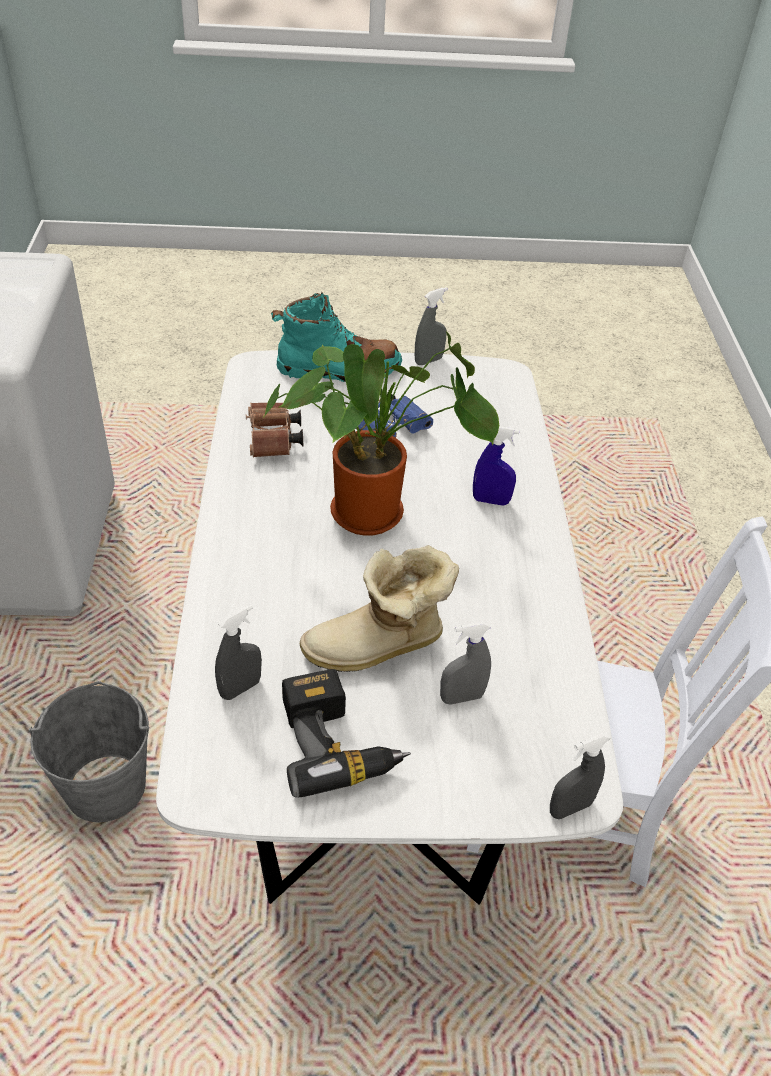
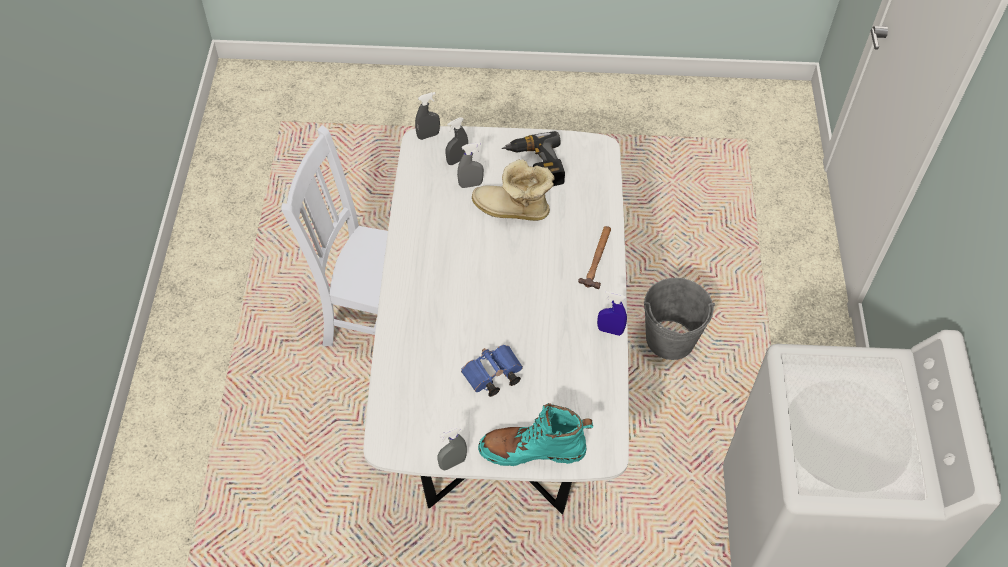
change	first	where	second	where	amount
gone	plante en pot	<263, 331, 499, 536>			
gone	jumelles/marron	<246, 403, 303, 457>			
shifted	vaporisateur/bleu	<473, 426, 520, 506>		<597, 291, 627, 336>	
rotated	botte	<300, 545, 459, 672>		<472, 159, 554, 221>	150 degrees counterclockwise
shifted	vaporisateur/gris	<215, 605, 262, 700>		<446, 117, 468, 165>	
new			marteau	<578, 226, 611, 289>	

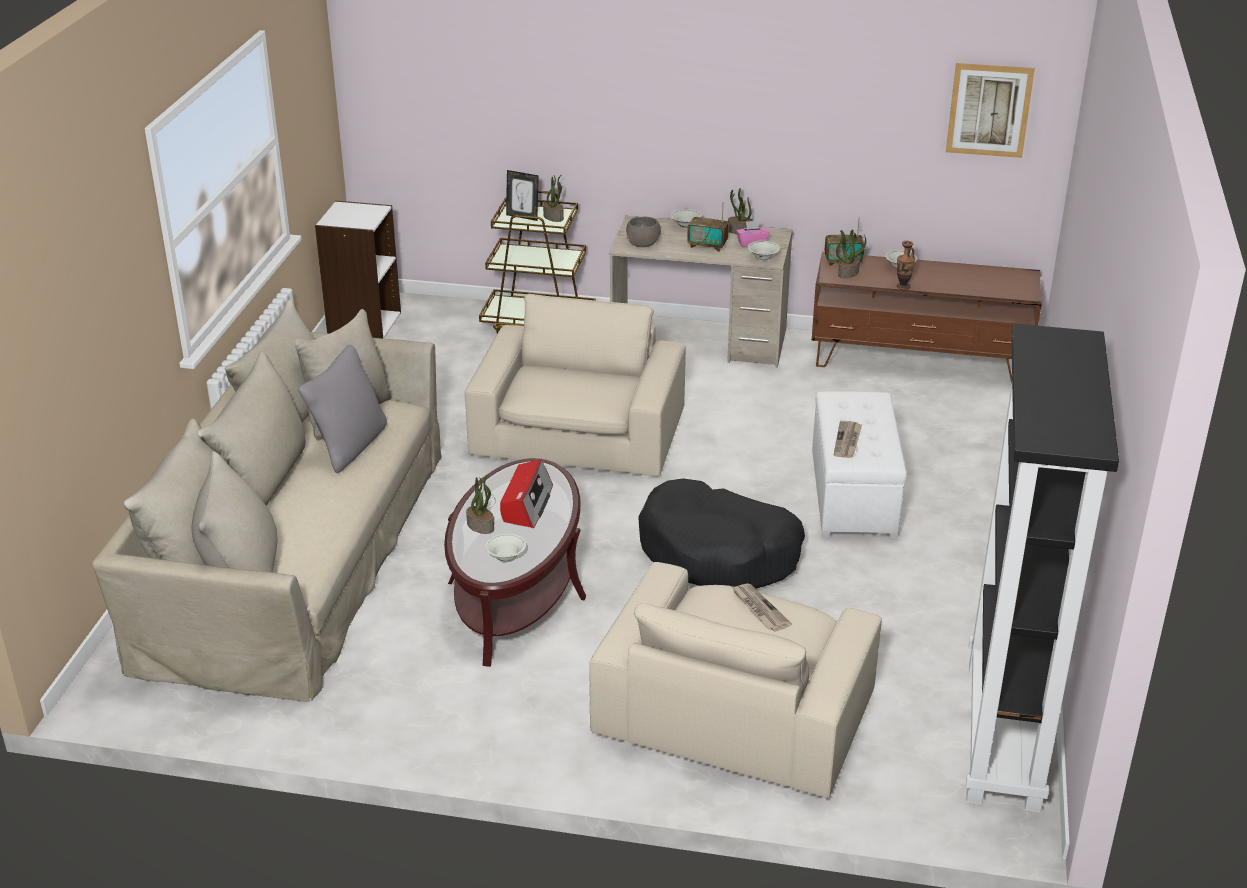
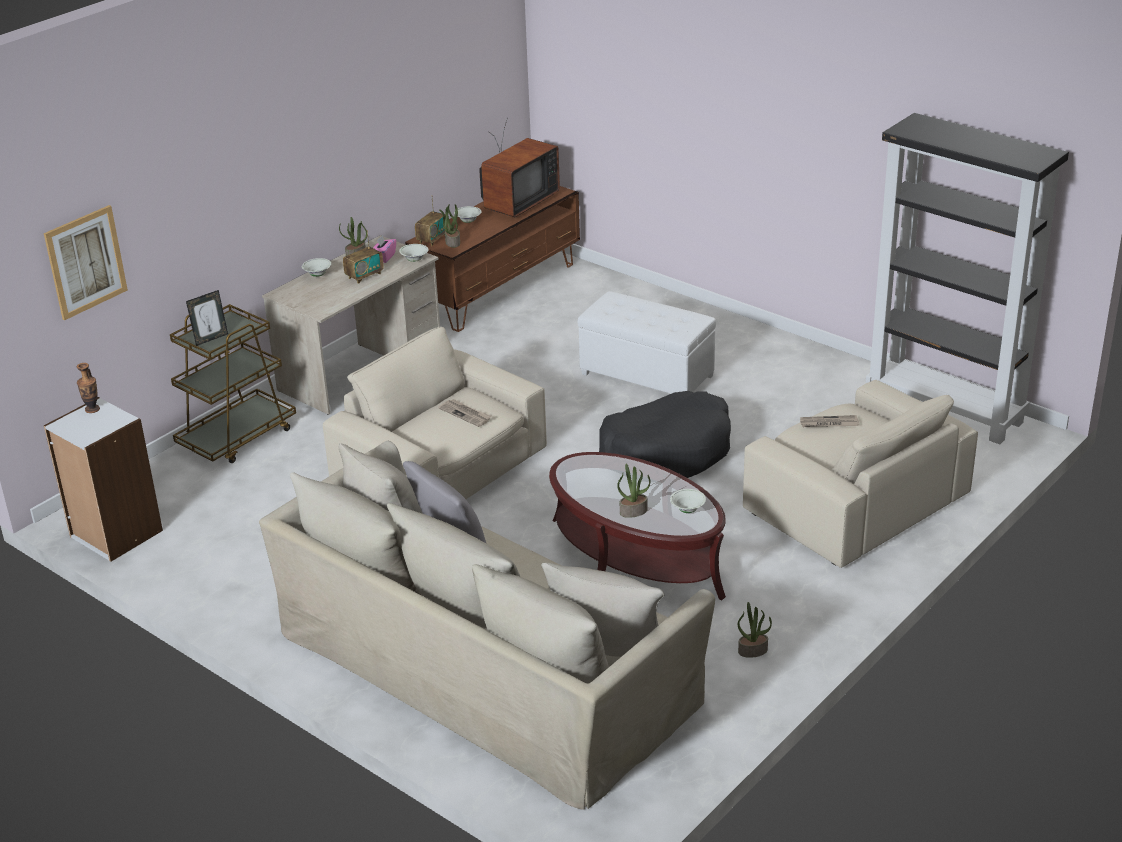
change	first	where	second	where	amount
shifted	tableau	<946, 63, 1035, 158>		<44, 205, 128, 320>	
shifted	plante en pot	<543, 174, 564, 222>		<738, 602, 772, 658>	
gone	bol/gris	<626, 217, 661, 247>			
shifted	vase	<897, 241, 915, 290>		<77, 363, 100, 413>	
shifted	journal	<834, 421, 862, 458>		<438, 399, 491, 427>	
gone	radio	<500, 459, 553, 528>			
new			téléviseur	<479, 117, 560, 217>	

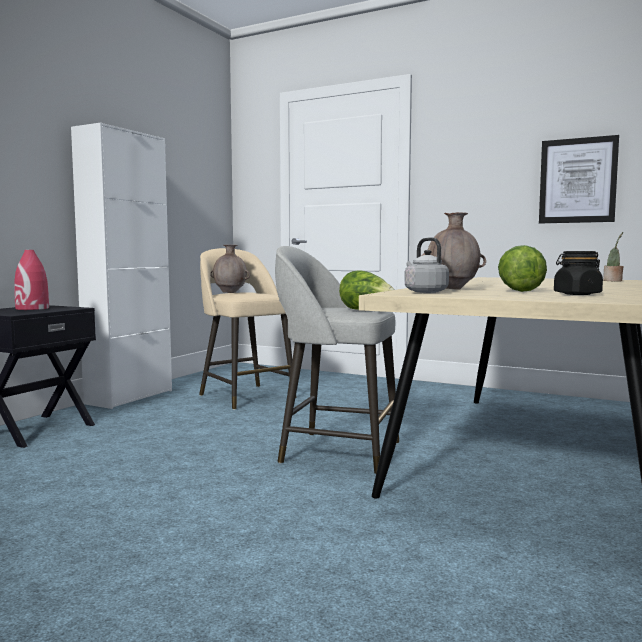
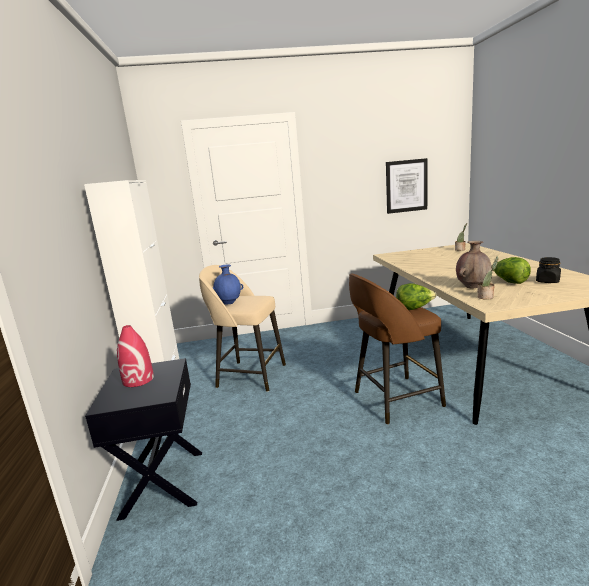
change	first	where	second	where	amount
swapped	bouilloire/gris	<405, 237, 449, 293>	plante en pot	<477, 256, 498, 299>	
repainted	vase/marron	<211, 245, 250, 293>	vase/bleu	<213, 265, 243, 305>	
repainted	tabouret/gris	<275, 246, 399, 474>	tabouret/marron	<349, 274, 446, 424>	

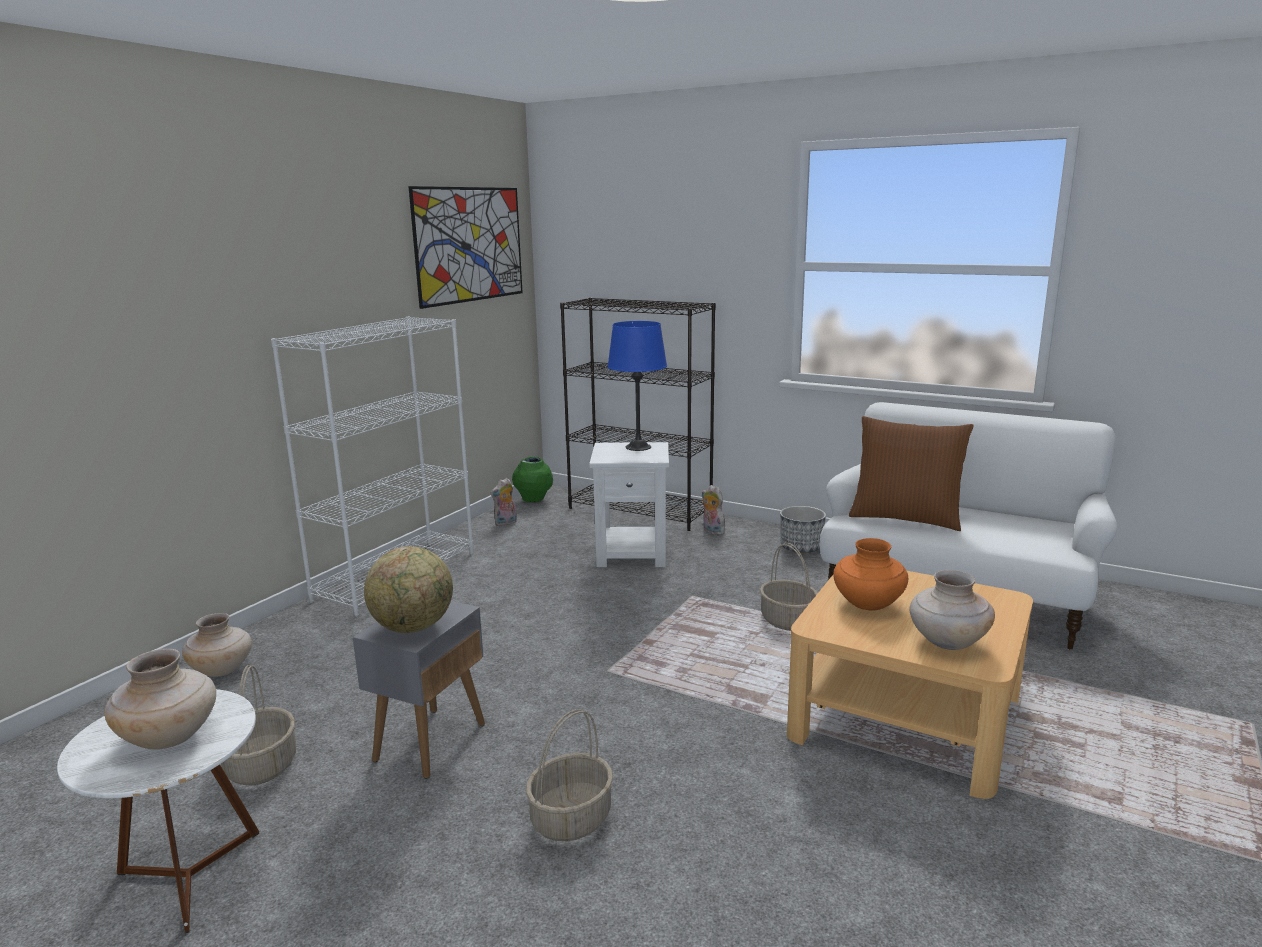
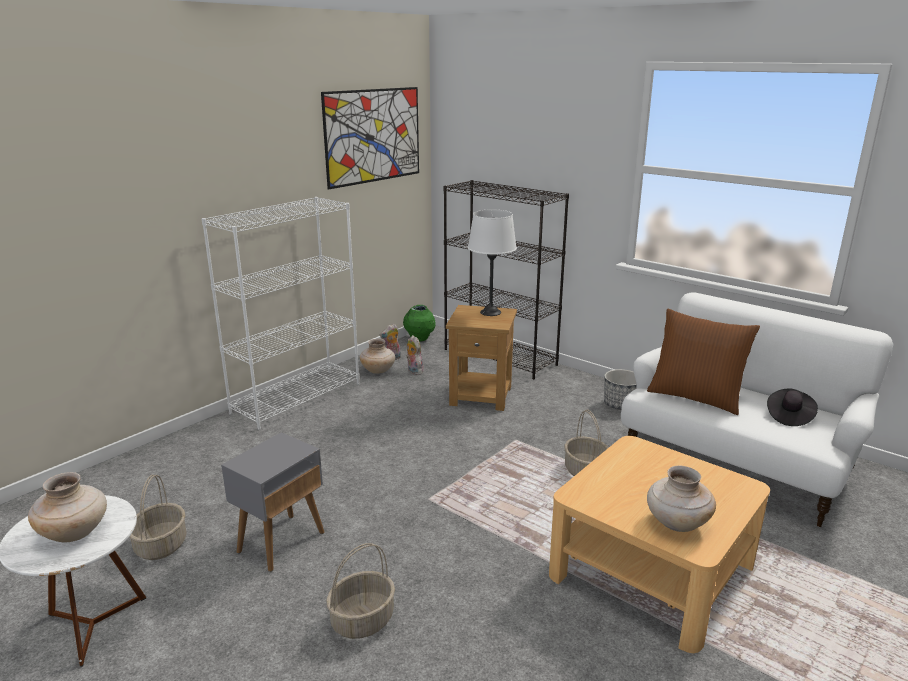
change	first	where	second	where	amount
repainted	lampe de table/bleu	<607, 321, 667, 451>	lampe de table/blanc	<468, 209, 517, 316>	
repainted	table d'appoint/blanc	<589, 442, 669, 567>	table d'appoint/marron	<446, 305, 517, 411>	
shifted	peluche	<702, 485, 725, 535>		<406, 335, 424, 375>	
gone	vase/orange	<833, 538, 908, 610>			
gone	globe	<364, 546, 453, 633>			
shifted	vase/beige	<182, 613, 252, 677>		<360, 339, 395, 374>	
new			chapeau/noir	<767, 389, 818, 426>	

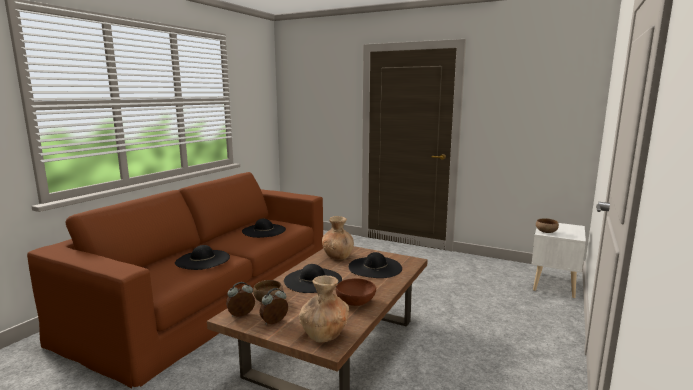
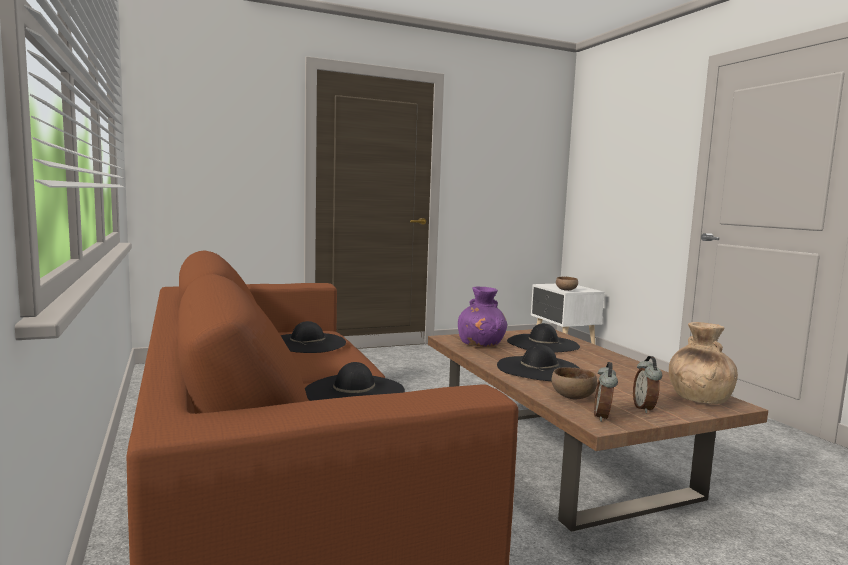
change	first	where	second	where	amount
repainted	vase/marron	<322, 216, 354, 260>	vase/violet	<458, 287, 507, 347>	
gone	bol/marron	<336, 278, 376, 306>			

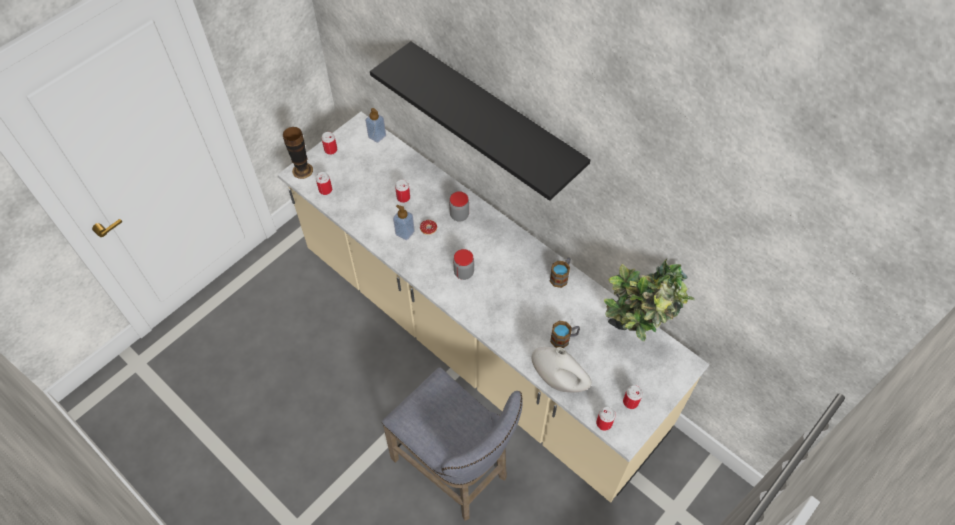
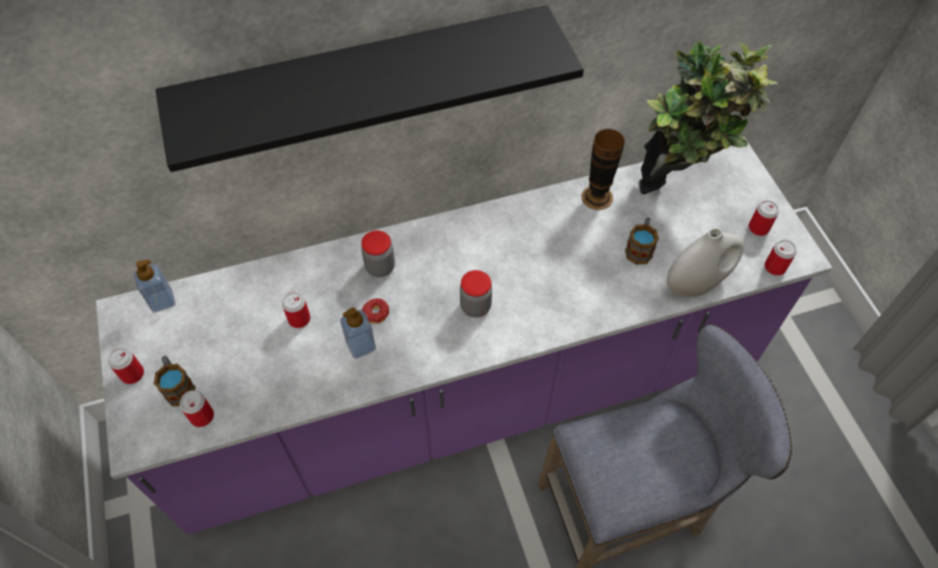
change	first	where	second	where	amount
repainted	comptoir de cuisine/beige	<277, 112, 709, 503>	comptoir de cuisine/violet	<96, 137, 832, 535>	
shifted	vase	<283, 127, 313, 179>		<581, 129, 625, 210>	
shifted	mug	<550, 257, 571, 288>		<154, 356, 196, 406>	

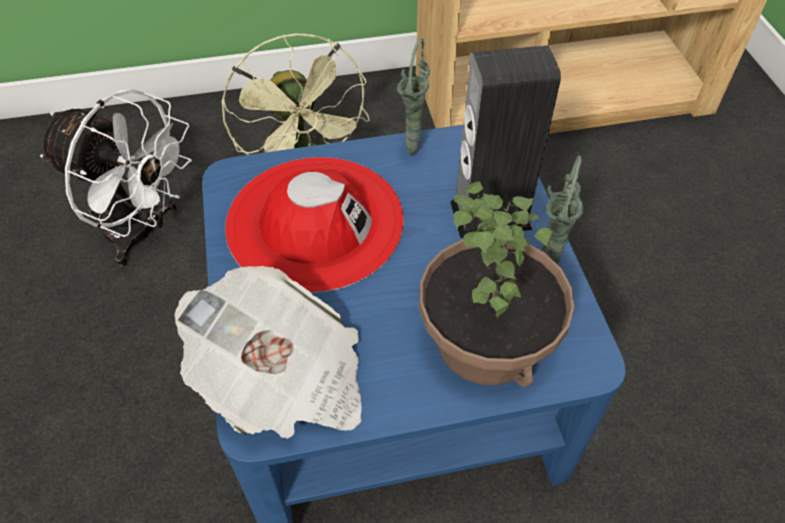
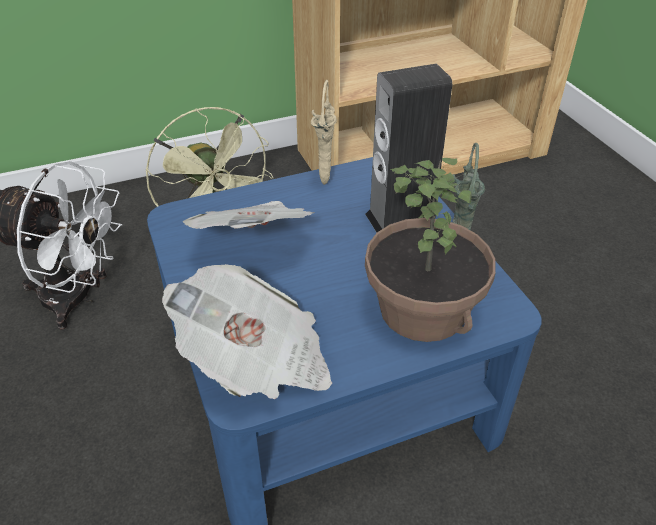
change	first	where	second	where	amount
repainted	vase/vert	<397, 38, 430, 155>	vase/beige	<311, 80, 337, 185>	
swapped	chapeau/rouge	<225, 157, 404, 293>	journal	<183, 201, 314, 229>	

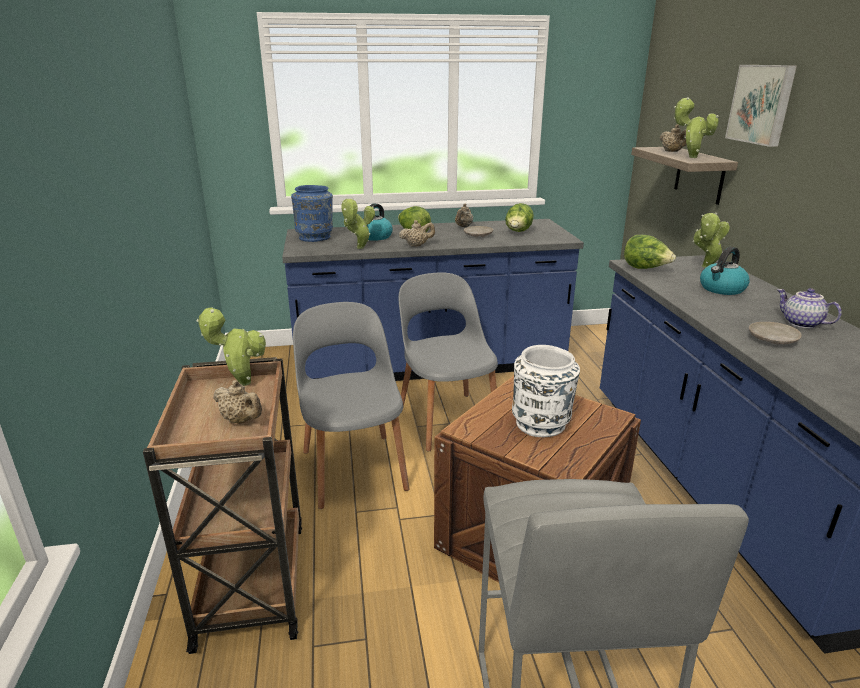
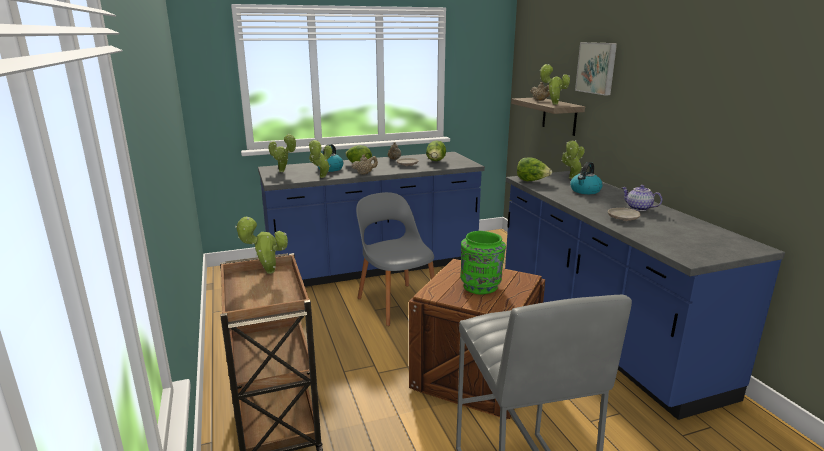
change	first	where	second	where	amount
swapped	vase/bleu	<291, 185, 333, 242>	plante en pot	<269, 133, 297, 172>	
gone	chaise/gris	<293, 302, 409, 509>			
repainted	vase/blanc	<512, 345, 580, 437>	vase/vert	<460, 231, 506, 294>	
gone	théière/beige	<213, 380, 262, 424>			

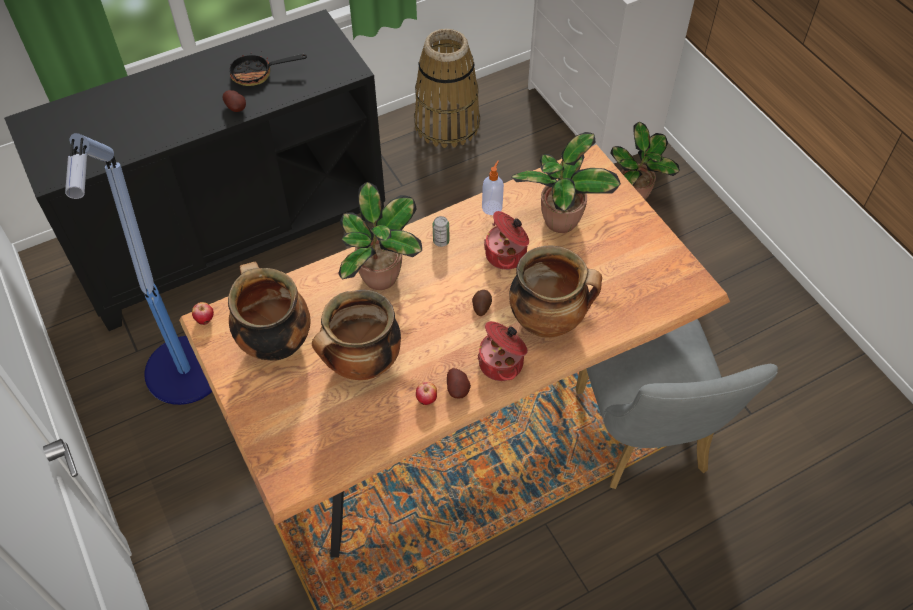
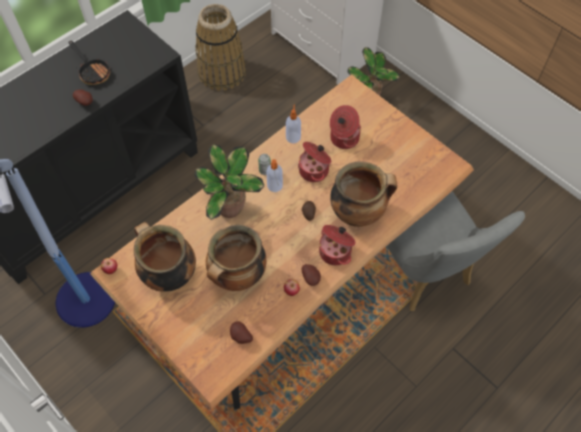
change	first	where	second	where	amount
rotated	poêle	<230, 47, 307, 86>		<68, 41, 110, 85>	105 degrees counterclockwise
swapped	plante en pot	<511, 132, 621, 233>	marmite	<330, 105, 361, 149>	
new			distributeur de savon	<266, 159, 283, 192>	
new			pomme de terre	<230, 322, 253, 344>	

